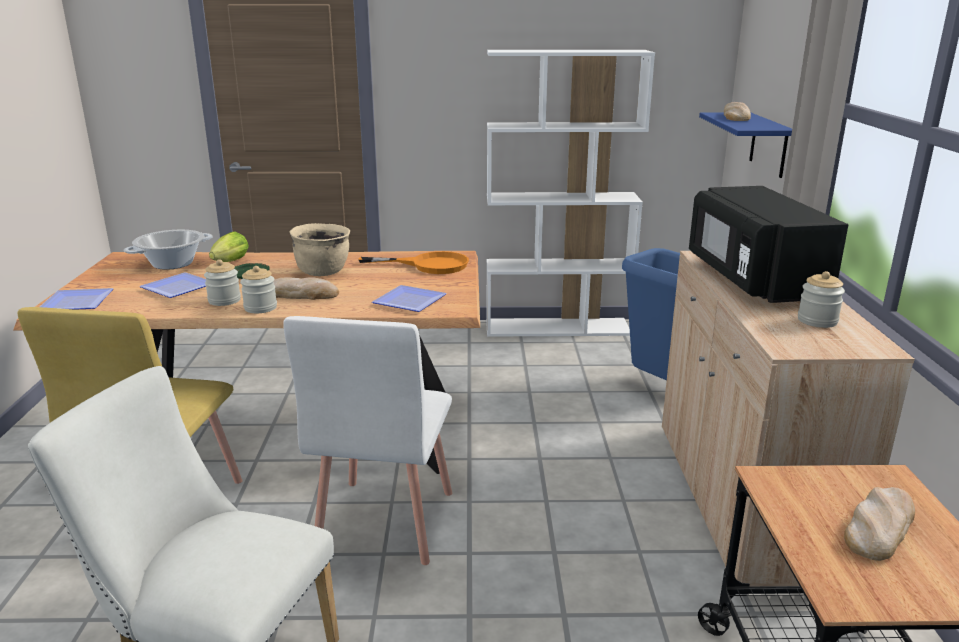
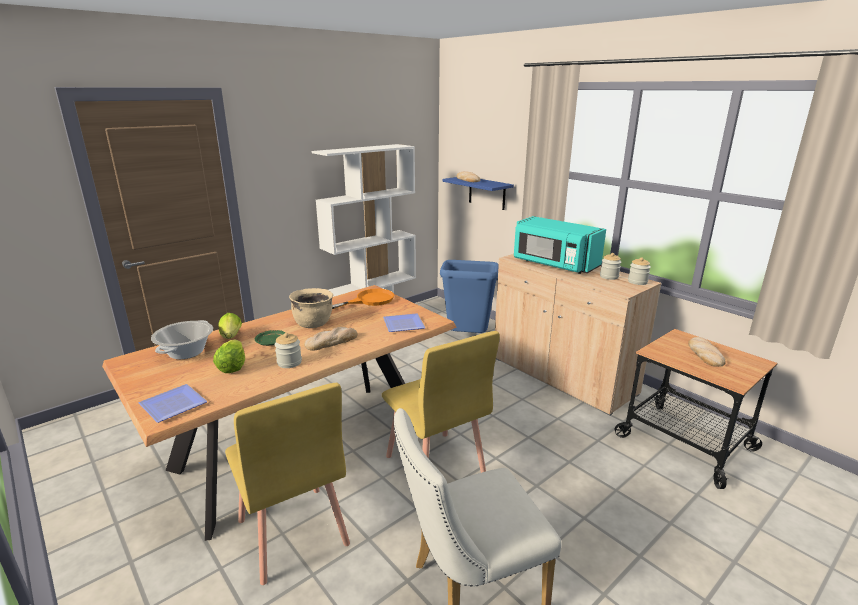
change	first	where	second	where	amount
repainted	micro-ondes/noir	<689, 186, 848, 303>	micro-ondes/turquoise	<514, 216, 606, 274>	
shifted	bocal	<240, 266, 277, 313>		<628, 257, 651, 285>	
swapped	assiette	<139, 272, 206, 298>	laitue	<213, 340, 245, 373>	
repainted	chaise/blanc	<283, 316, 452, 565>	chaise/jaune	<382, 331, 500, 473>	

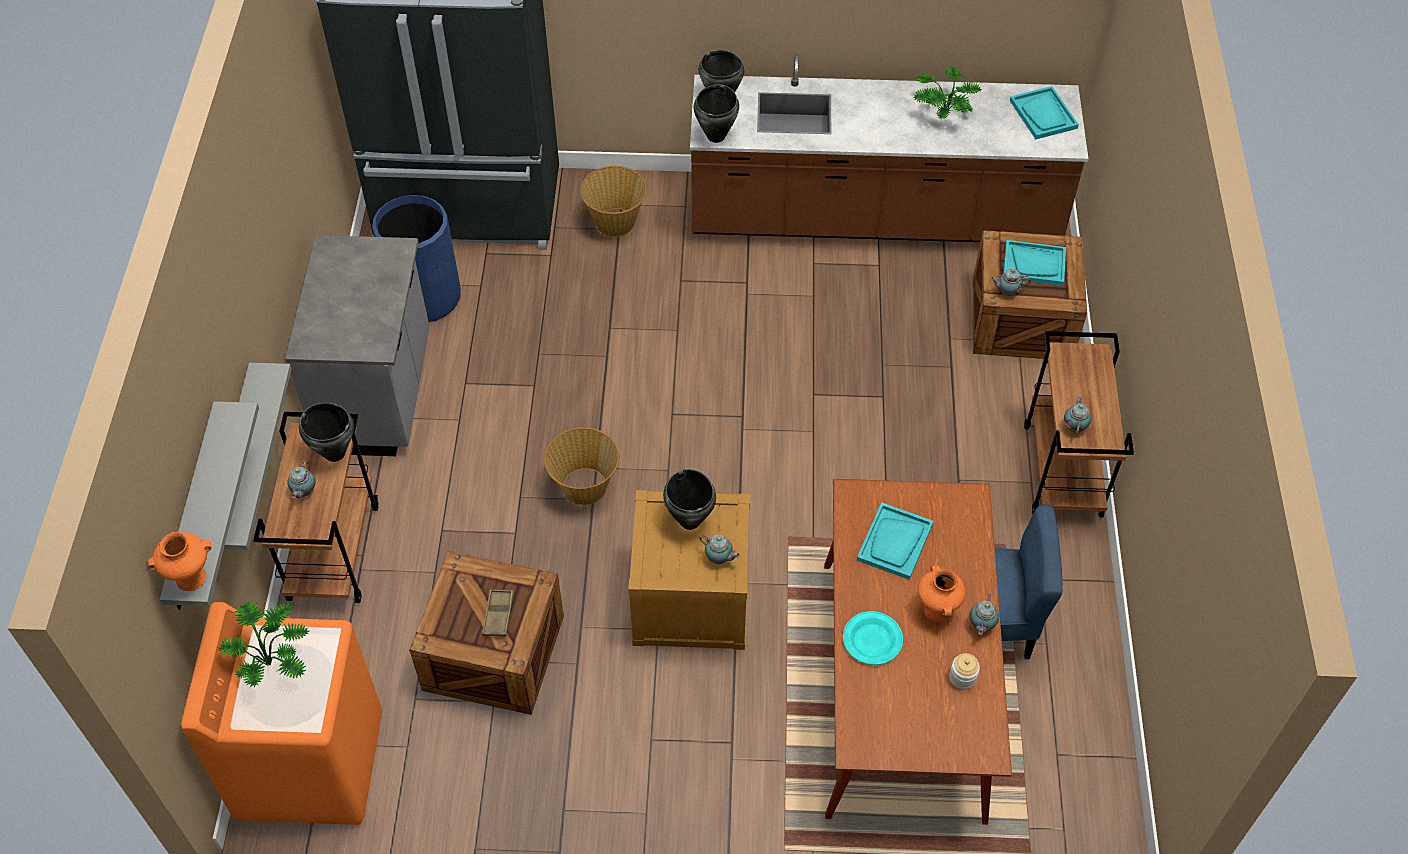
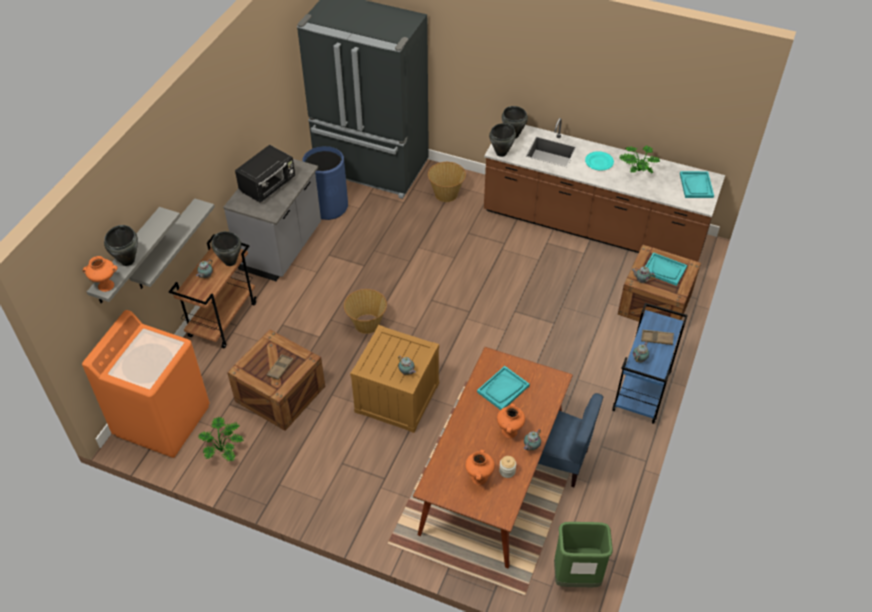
change	first	where	second	where	amount
repainted	chariot/marron	<1024, 331, 1134, 517>	chariot/bleu	<612, 303, 688, 424>	
shifted	marmite/noir	<663, 469, 716, 530>		<104, 225, 138, 266>	
shifted	plante en pot	<218, 601, 309, 688>		<198, 416, 244, 462>	
shifted	assiette/turquoise	<843, 611, 903, 665>		<585, 151, 614, 171>	
new			micro-ondes/noir	<235, 145, 295, 203>	
new			plateau/marron	<641, 330, 674, 345>	
new			vase/orange	<465, 450, 495, 485>	
new			poubelle/vert	<554, 522, 613, 587>	

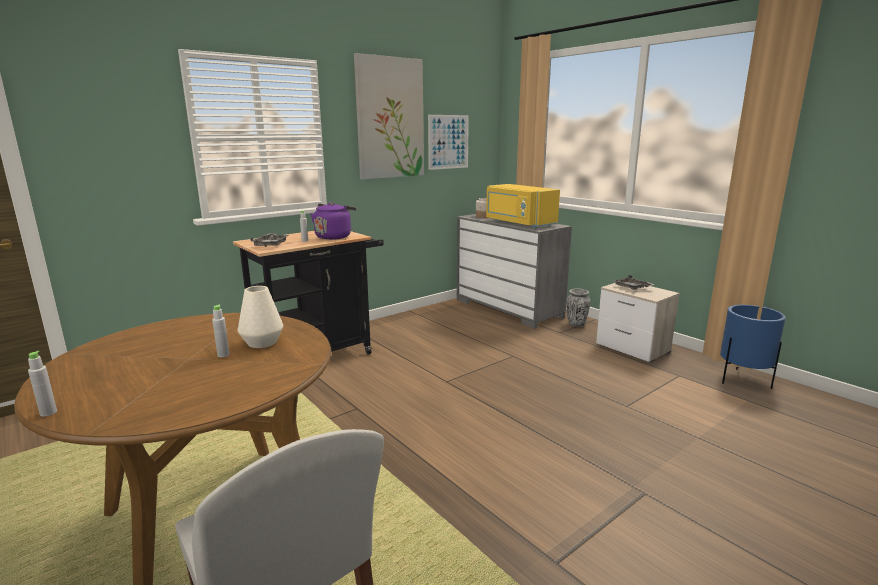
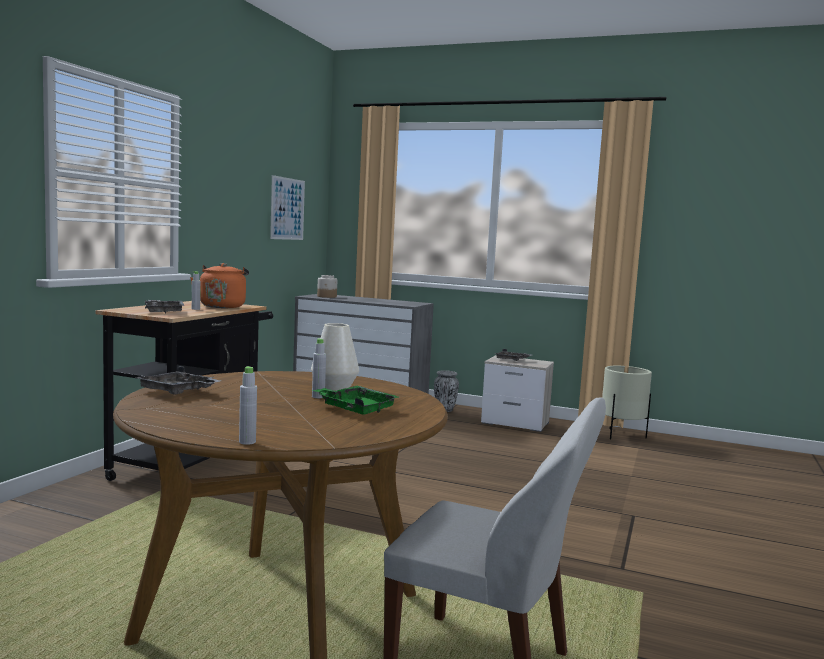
change	first	where	second	where	amount
gone	tableau	<354, 53, 424, 180>			
gone	micro-ondes/jaune	<486, 184, 560, 228>			
repainted	bouilloire/violet	<311, 202, 356, 240>	bouilloire/orange	<190, 263, 249, 308>	
repainted	cache-pot/bleu	<720, 305, 786, 389>	cache-pot/beige	<602, 366, 652, 440>	
new			plateau/gris	<136, 366, 220, 395>	
new			plateau/vert	<312, 386, 399, 414>	

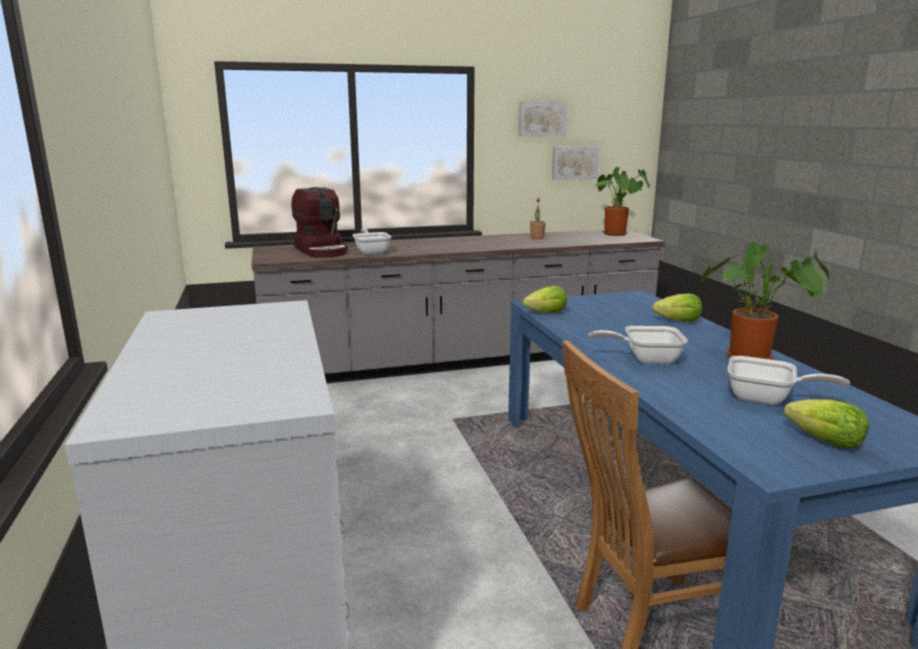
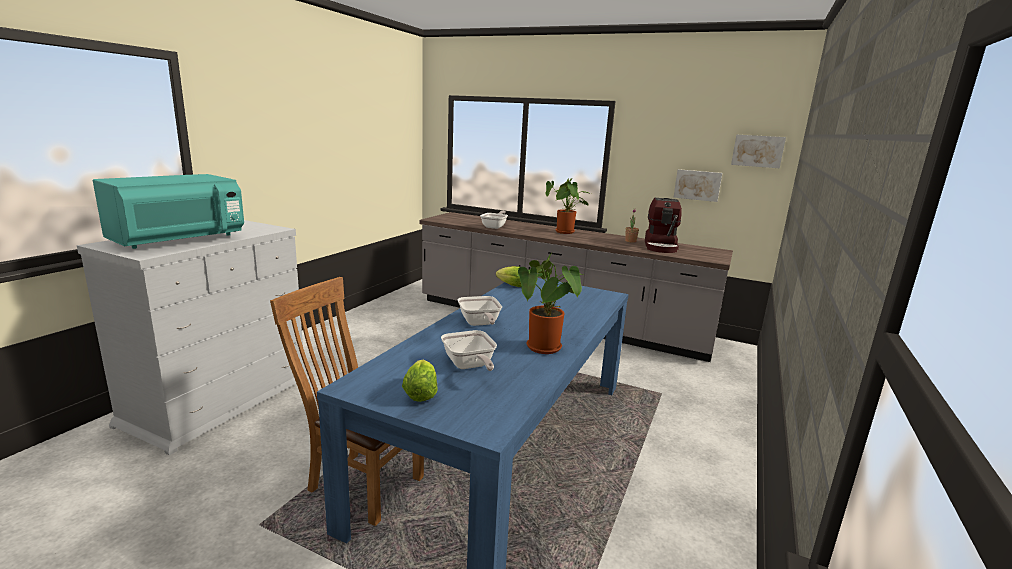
change	first	where	second	where	amount
shifted	tableau	<519, 101, 568, 137>		<731, 135, 786, 168>	
shifted	plante en pot	<595, 167, 650, 236>		<546, 178, 591, 234>	
shifted	machine à café	<291, 187, 348, 258>		<645, 198, 682, 253>	
gone	laitue	<652, 294, 702, 322>			
rotated	poêle	<588, 326, 688, 364>		<458, 296, 502, 326>	150 degrees counterclockwise
new			micro-ondes/turquoise	<93, 174, 244, 249>	

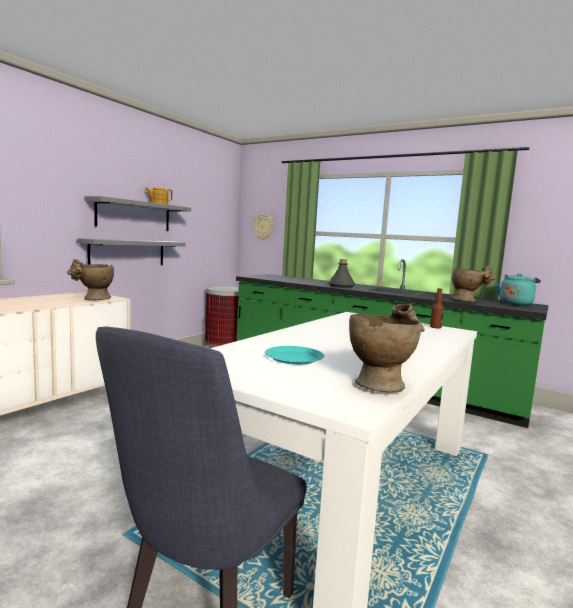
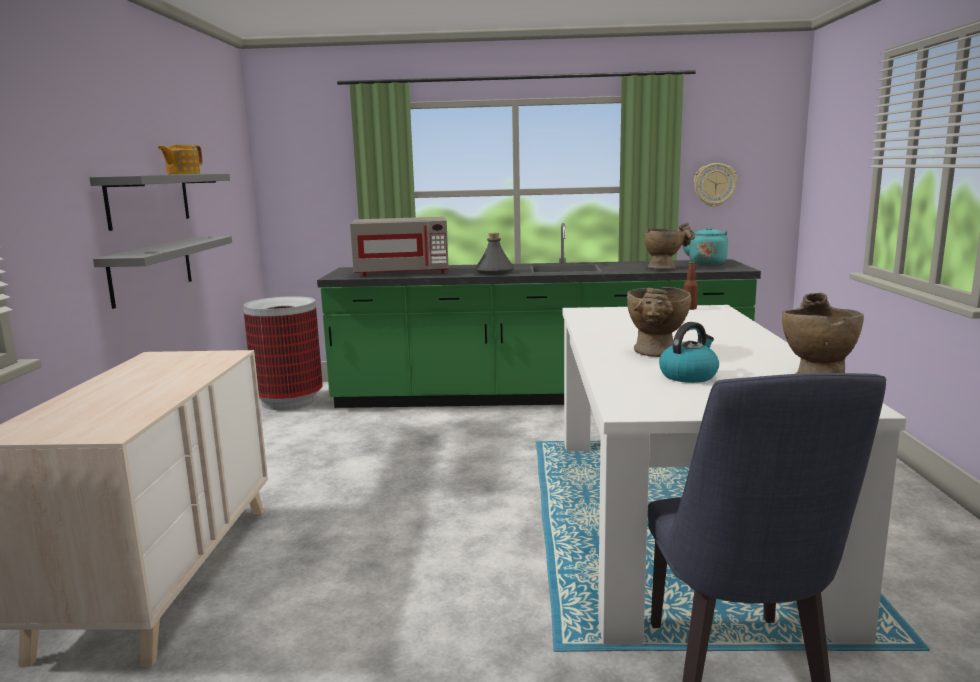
change	first	where	second	where	amount
shifted	horloge murale	<253, 214, 274, 240>		<694, 163, 737, 207>	
shifted	vase/beige	<67, 259, 114, 301>		<627, 287, 691, 357>	
swapped	assiette/turquoise	<265, 346, 324, 364>	bouilloire	<659, 322, 719, 383>	
new			micro-ondes/gris	<350, 217, 449, 276>	

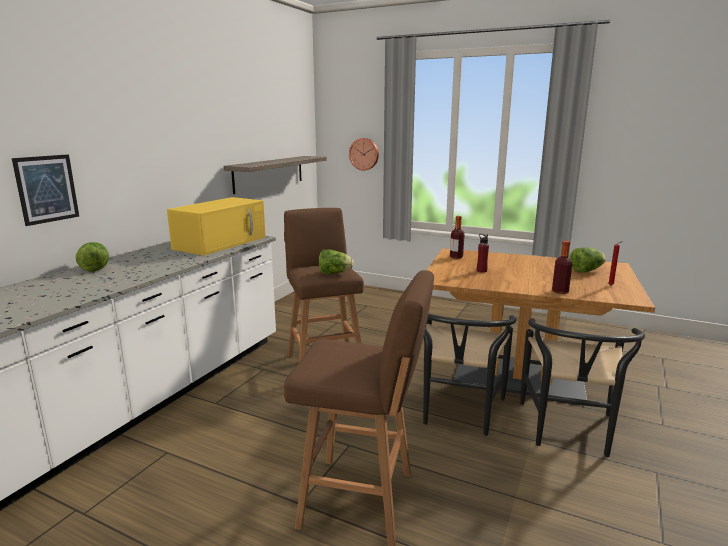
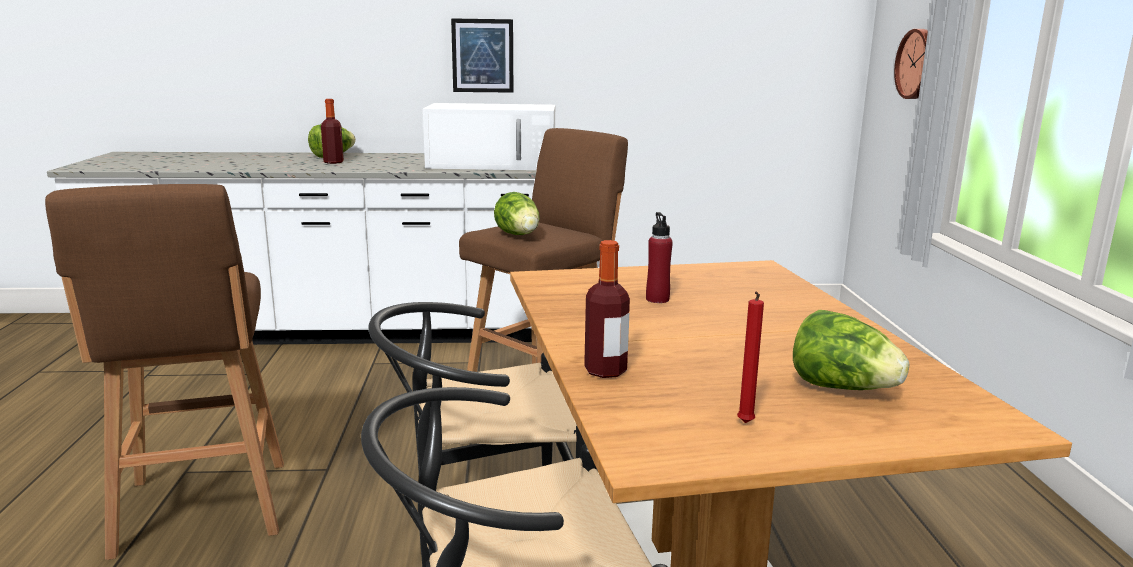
change	first	where	second	where	amount
shifted	tableau	<12, 154, 79, 226>		<451, 18, 513, 93>	
gone	étagère	<224, 156, 327, 194>			
repainted	micro-ondes/jaune	<167, 197, 266, 256>	micro-ondes/blanc	<423, 103, 555, 170>	
shifted	bouteille	<450, 216, 465, 259>		<321, 99, 344, 164>	

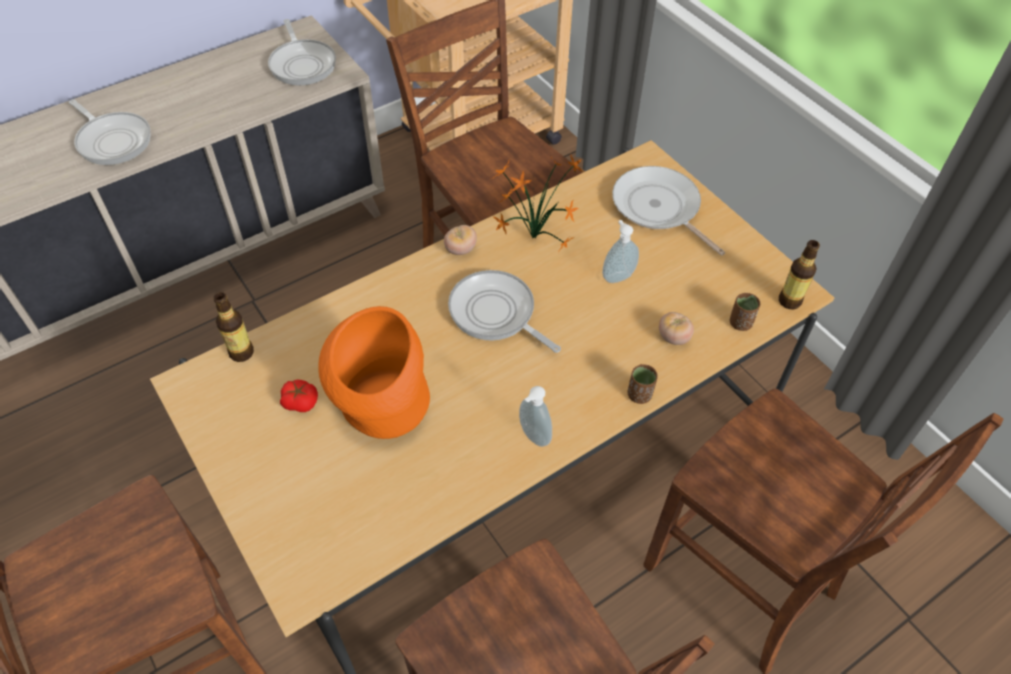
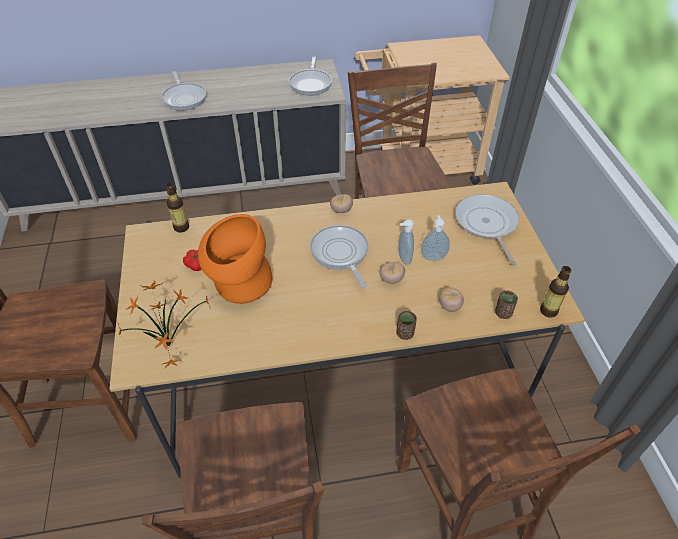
change	first	where	second	where	amount
shifted	plante en pot	<492, 155, 584, 253>		<118, 281, 211, 368>	
shifted	distributeur de savon	<519, 386, 552, 447>		<399, 219, 414, 265>	
new			tomate	<379, 262, 405, 284>	

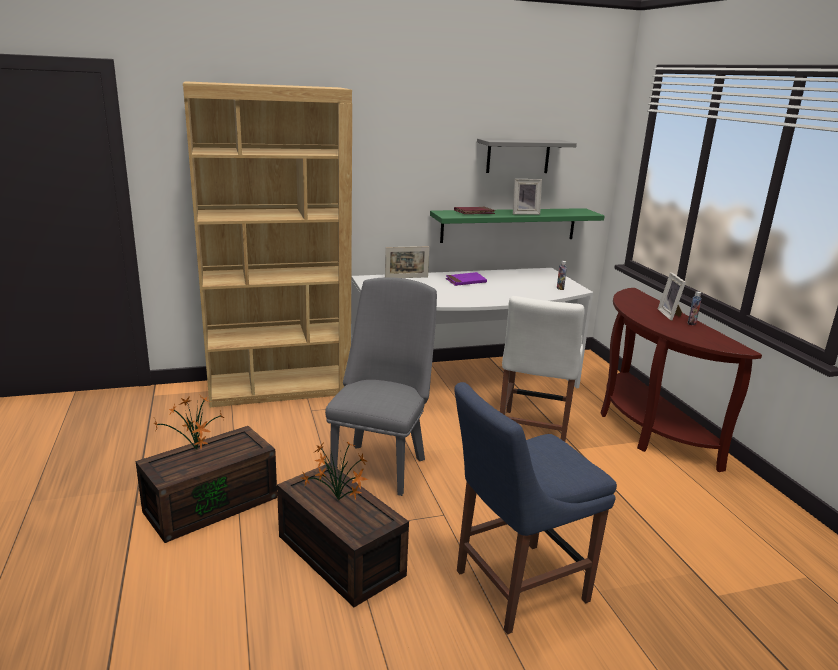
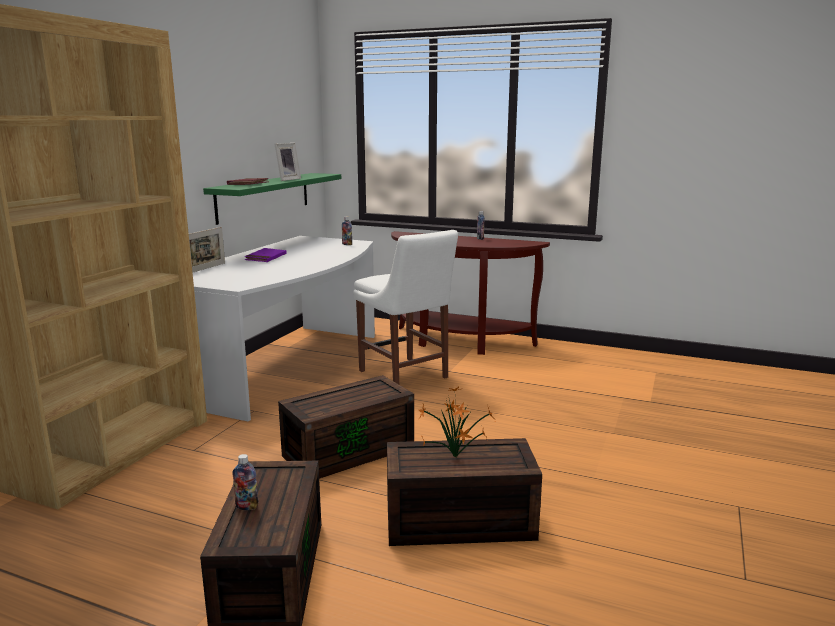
change	first	where	second	where	amount
gone	étagère/gris	<477, 138, 577, 173>			
gone	cadre photo	<658, 272, 686, 321>			
swapped	chaise/gris	<325, 277, 437, 496>	boîte de rangement/marron	<278, 375, 414, 479>	
gone	chaise/bleu	<454, 382, 617, 634>			
swapped	plante en pot	<154, 395, 224, 449>	bouteille	<232, 454, 258, 510>	

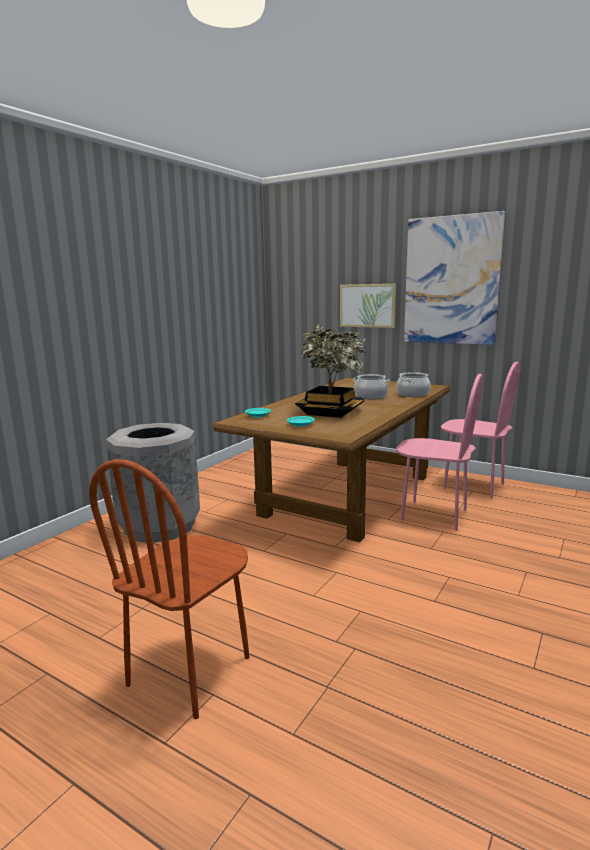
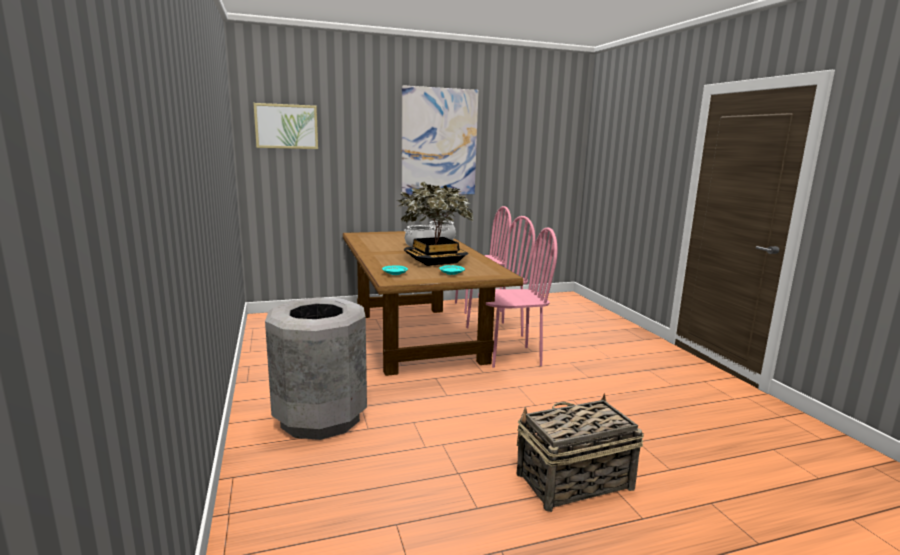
change	first	where	second	where	amount
shifted	tableau	<340, 284, 396, 328>		<254, 103, 318, 149>	
swapped	chaise/marron	<89, 459, 250, 719>	panier	<517, 393, 644, 512>	
new			chaise/rose	<478, 227, 558, 368>	

